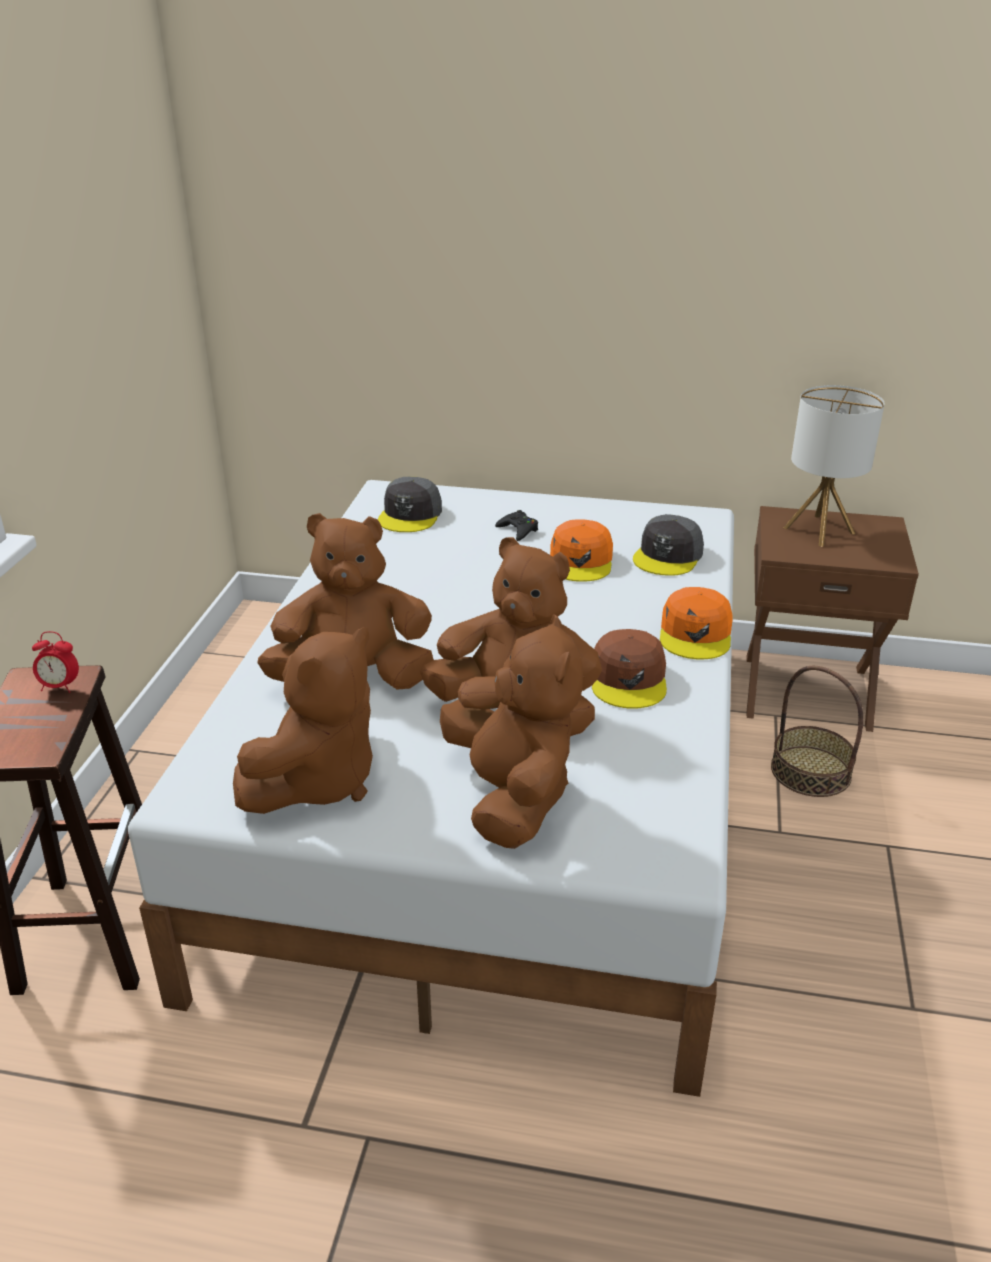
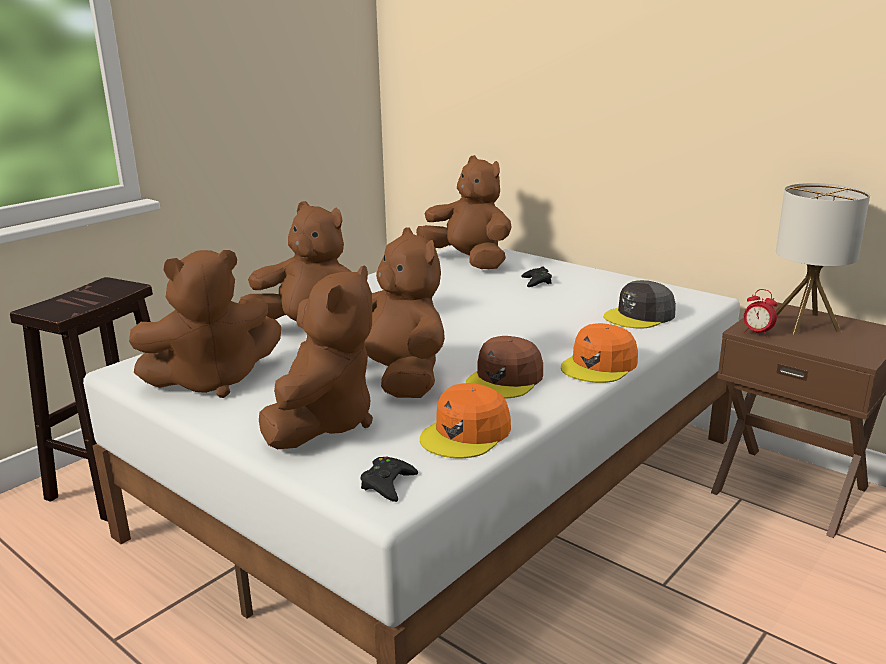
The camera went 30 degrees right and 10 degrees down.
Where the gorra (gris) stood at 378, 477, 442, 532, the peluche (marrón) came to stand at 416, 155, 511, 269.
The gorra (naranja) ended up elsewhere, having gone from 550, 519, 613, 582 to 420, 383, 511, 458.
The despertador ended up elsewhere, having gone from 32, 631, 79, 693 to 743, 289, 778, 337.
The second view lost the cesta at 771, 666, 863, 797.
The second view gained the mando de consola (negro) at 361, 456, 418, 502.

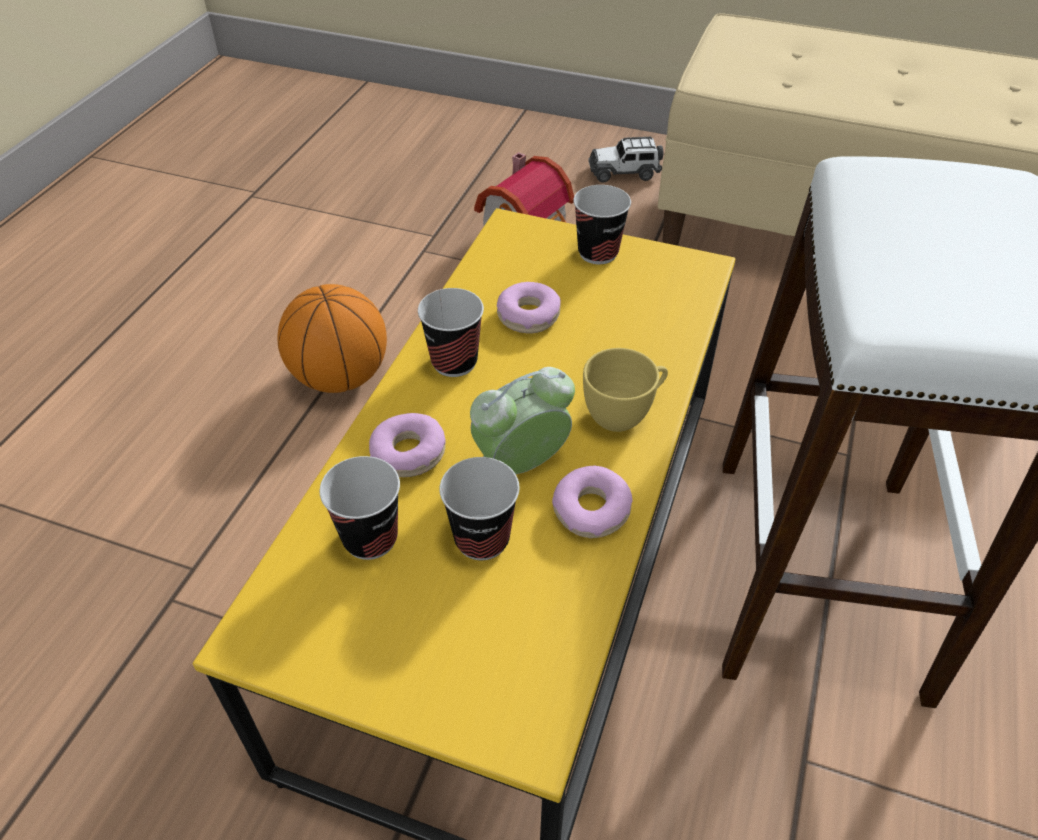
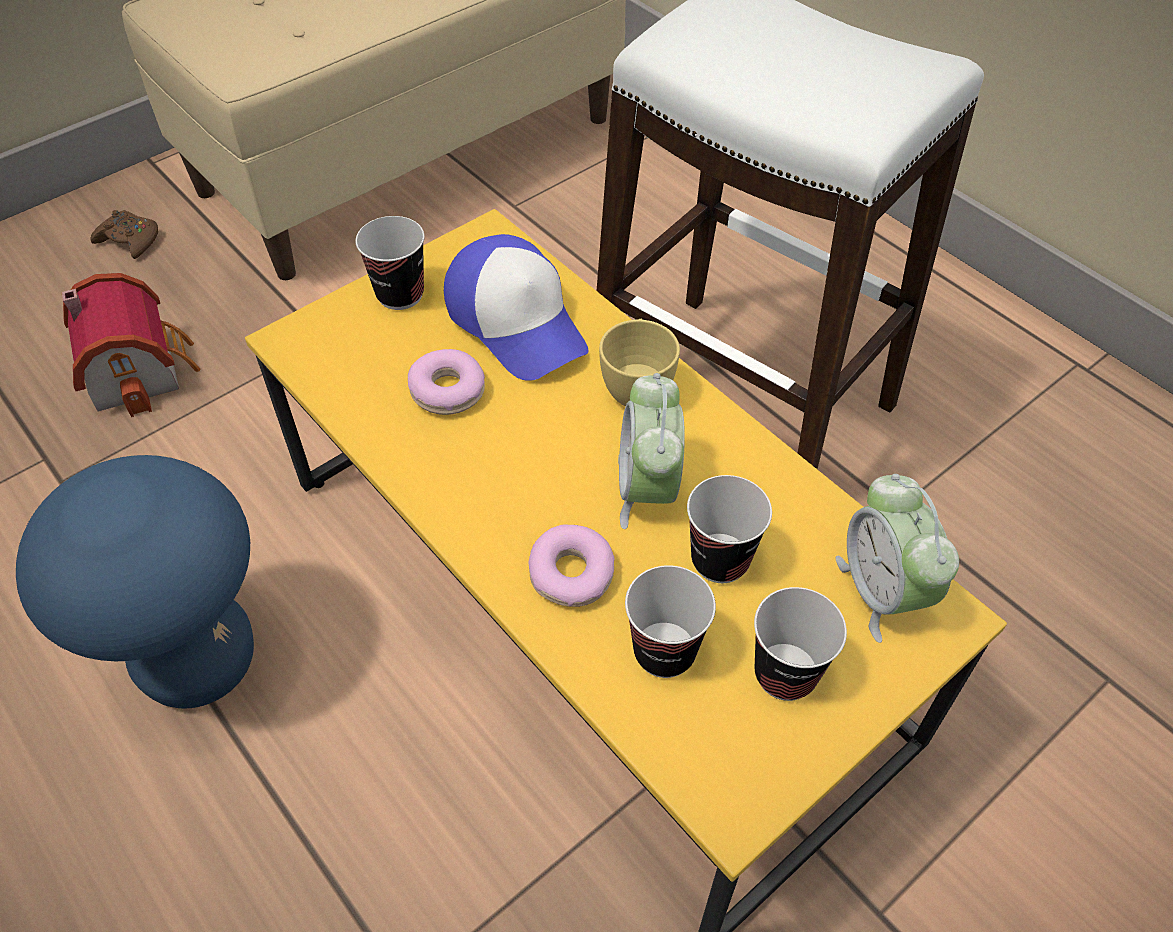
The camera went 60 degrees left and 5 degrees up.
Where the coche de juguete stood at 589, 137, 663, 183, the mando de consola (marrón) came to stand at 90, 210, 158, 259.
Where the balón de baloncesto stood at 277, 284, 387, 393, the taburete (azul) came to stand at 16, 455, 254, 709.
The taza ended up elsewhere, having gone from 418, 288, 484, 377 to 754, 587, 847, 701.
The second view lost the rosquilla at 552, 466, 632, 538.
The second view gained the gorra at 444, 234, 589, 381.
The second view gained the despertador at 836, 474, 959, 643.

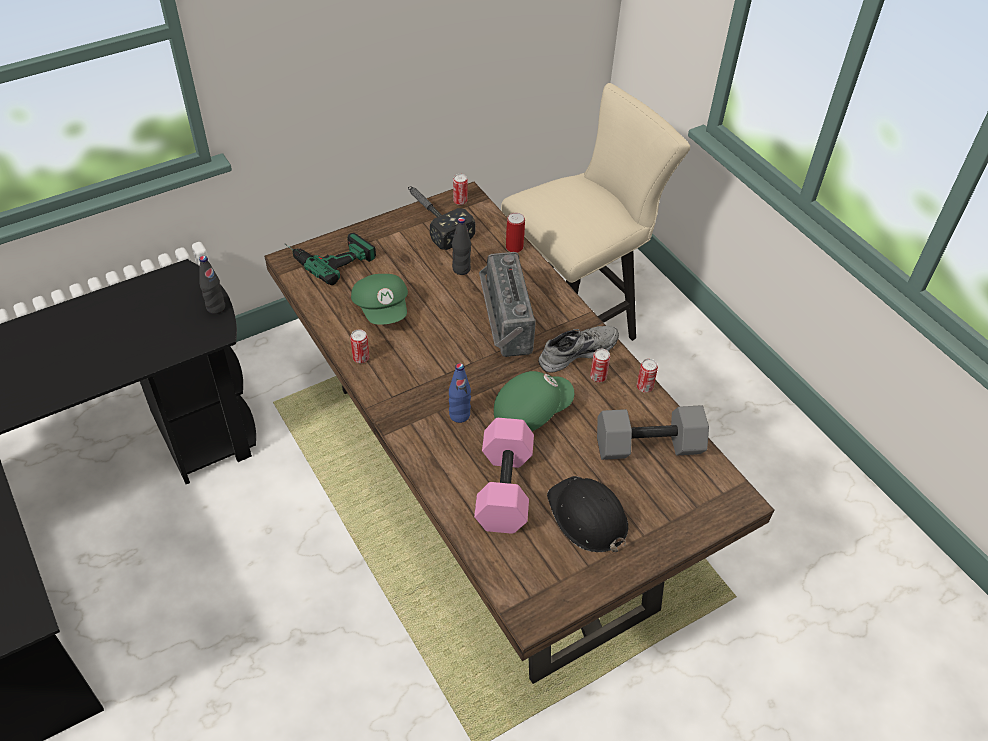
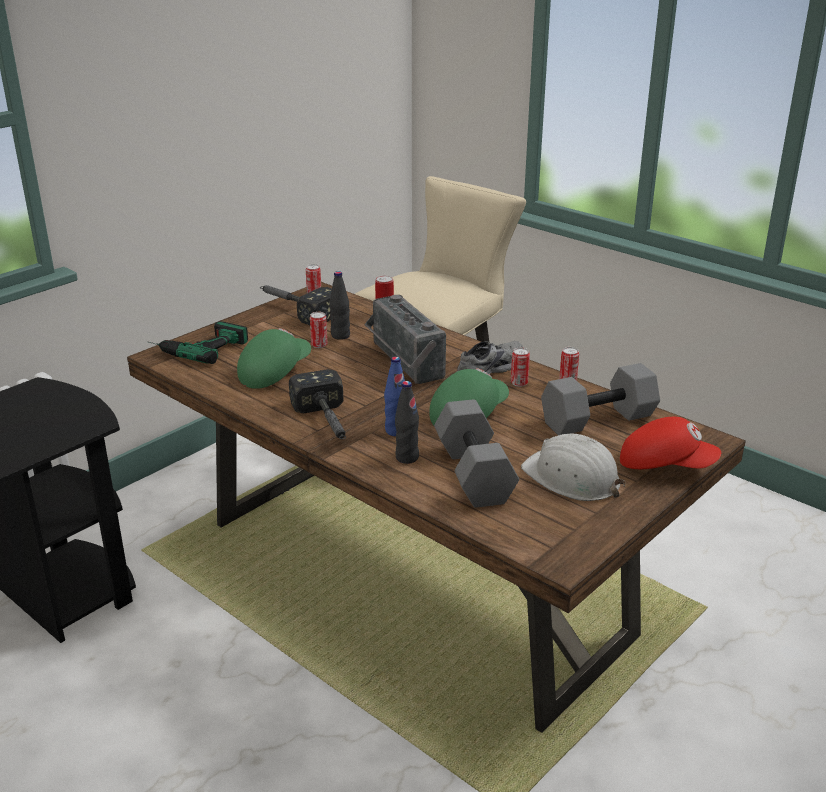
The camera went 15 degrees left and 20 degrees down.
The botella (negro) ended up elsewhere, having gone from 199, 256, 225, 314 to 395, 381, 419, 464.
The gorra (verde) at 351, 274, 408, 325 ended up facing another way, 105 degrees counterclockwise from before.
The lata ended up elsewhere, having gone from 350, 329, 369, 363 to 310, 312, 327, 348.
What was the mancuerna (rosa) at 474, 418, 534, 534 turned into the mancuerna (gris) at 434, 399, 519, 508.
What was the casco (negro) at 547, 476, 628, 552 turned into the casco (blanco) at 521, 434, 626, 501.
The second view gained the martillo at 289, 369, 346, 439.
The second view gained the gorra (rojo) at 620, 417, 721, 469.

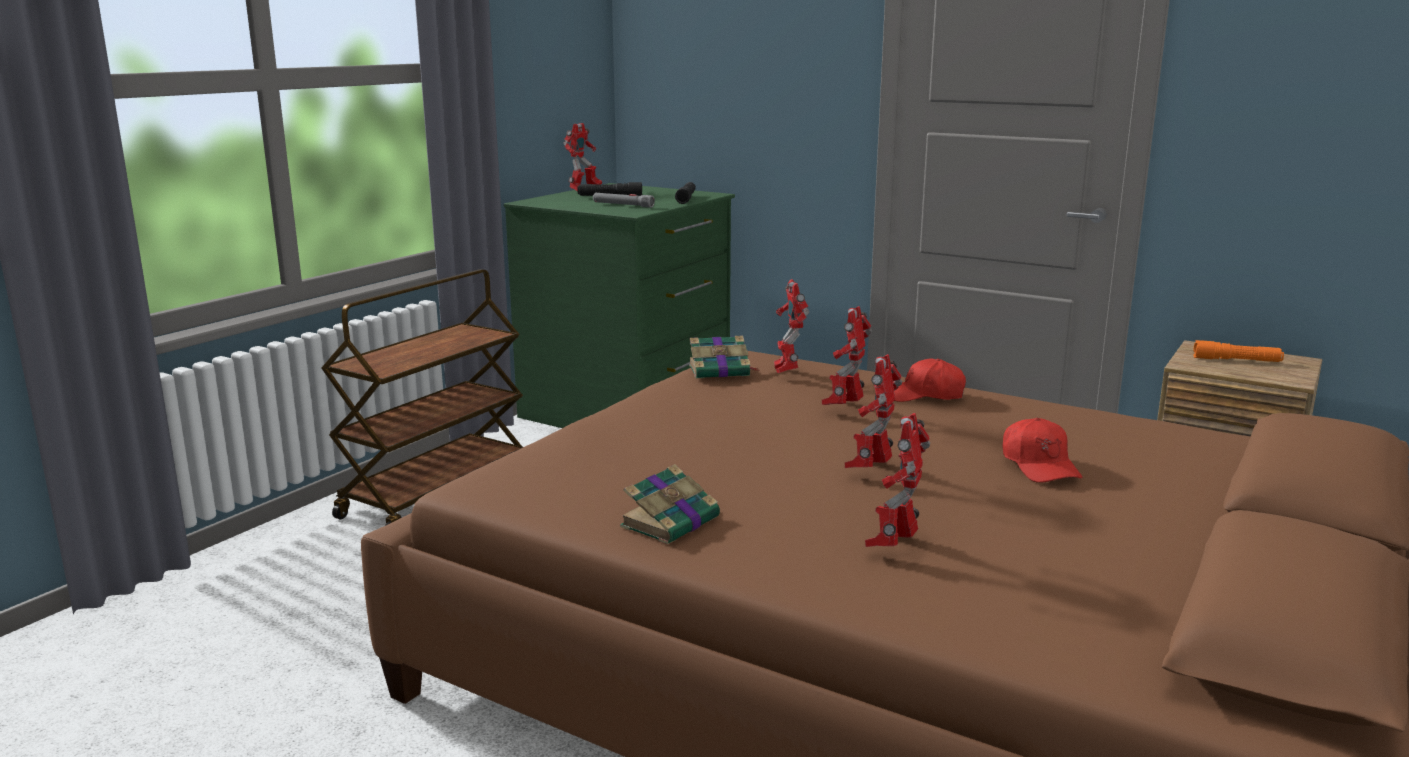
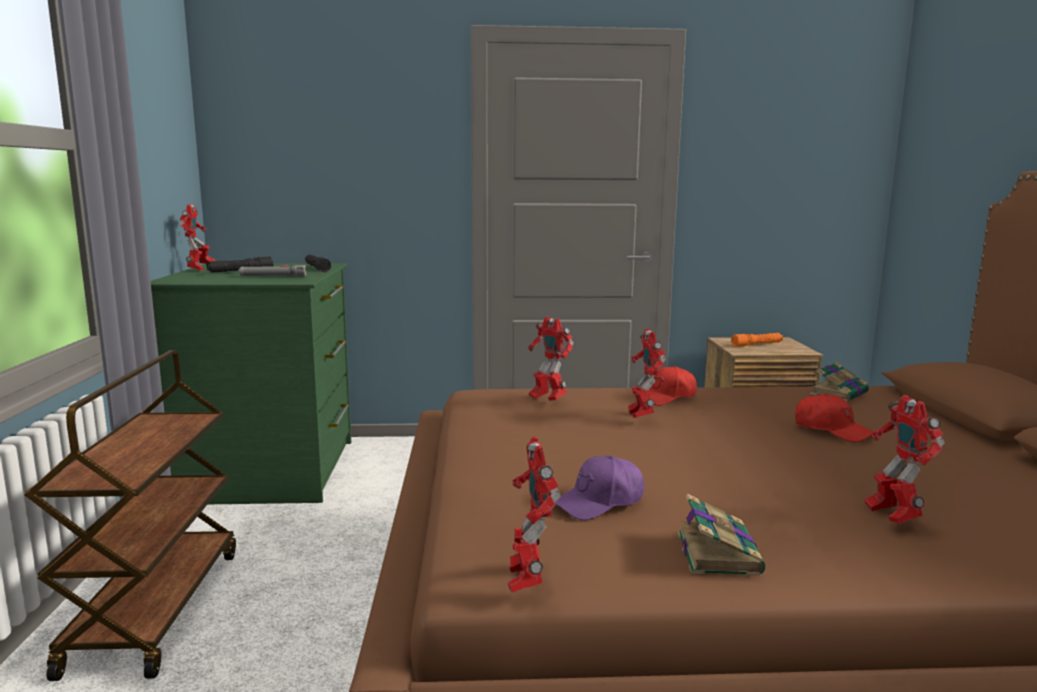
The camera went 35 degrees left and 5 degrees down.
The libro ended up elsewhere, having gone from 689, 336, 759, 378 to 810, 362, 869, 402.
The robot de juguete ended up elsewhere, having gone from 845, 354, 902, 468 to 508, 436, 561, 593.
The second view gained the gorra (morado) at 554, 455, 644, 520.

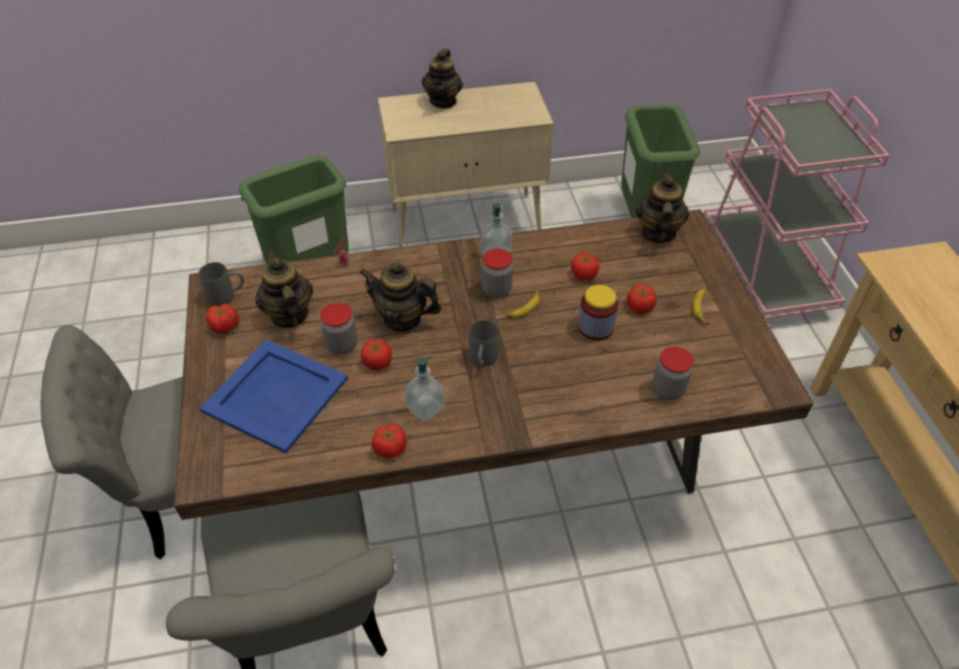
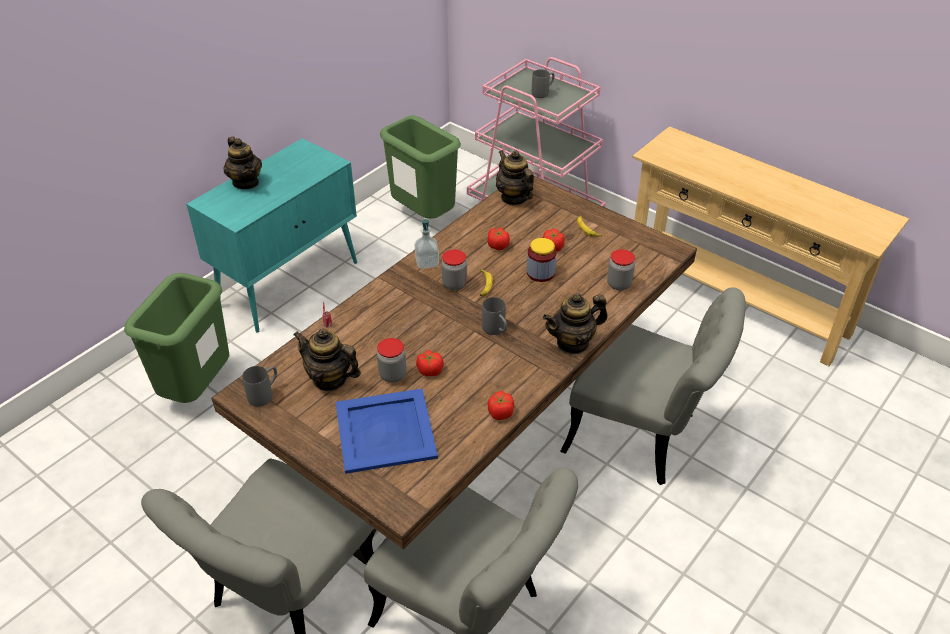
The camera went 40 degrees left and 5 degrees down.
What was the armario (beis) at 378, 82, 554, 247 turned into the armario (turquesa) at 186, 138, 357, 333.
The tetera ended up elsewhere, having gone from 359, 262, 442, 333 to 543, 293, 608, 354.
The second view lost the tomate at 206, 304, 239, 334.
The second view lost the dispensador de jabón at 405, 356, 445, 422.
The second view gained the taza grande (gris) at 532, 69, 554, 98.
The second view gained the silla (gris) at 560, 287, 746, 485.

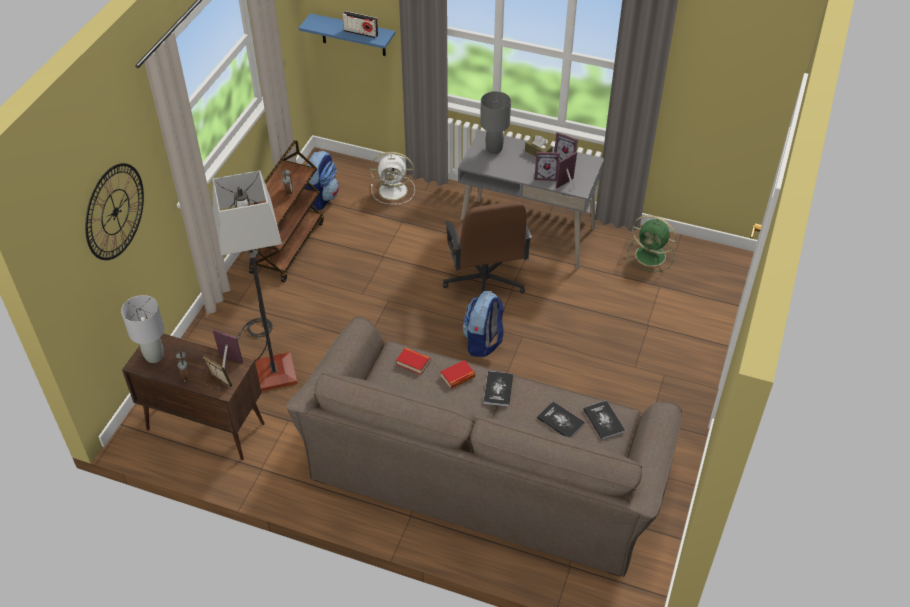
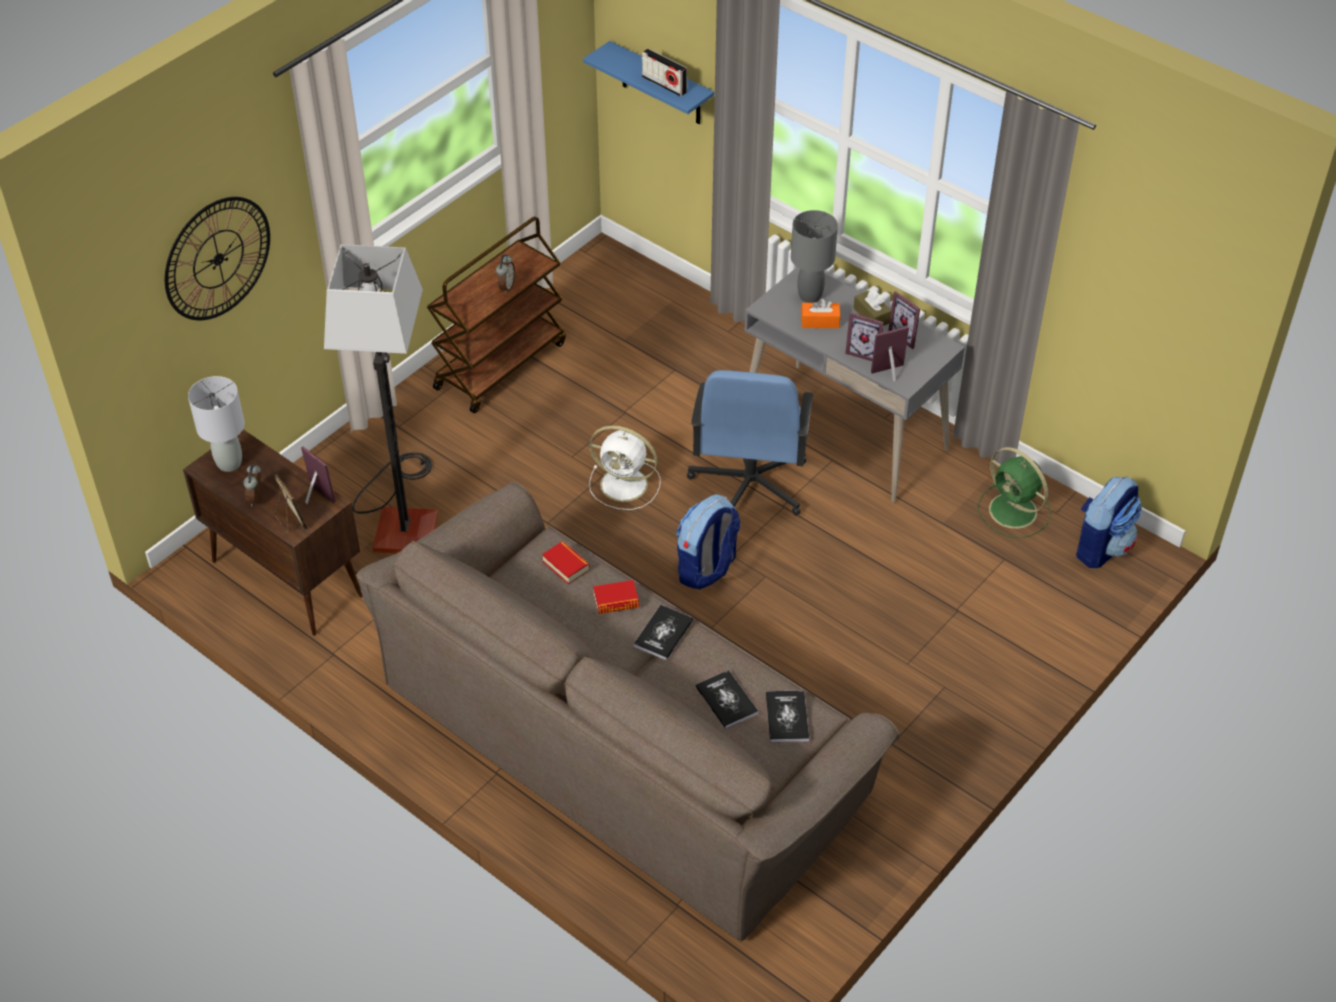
The camera went 20 degrees right and 0 degrees up.
The mochila ended up elsewhere, having gone from 305, 150, 339, 210 to 1076, 476, 1142, 568.
The ventilador (blanco) ended up elsewhere, having gone from 370, 152, 415, 205 to 589, 425, 661, 510.
What was the silla de oficina (marrón) at 443, 201, 532, 294 turned into the silla de oficina (azul) at 687, 370, 813, 516.
The second view gained the caja de pañuelos (naranja) at 801, 298, 840, 328.

